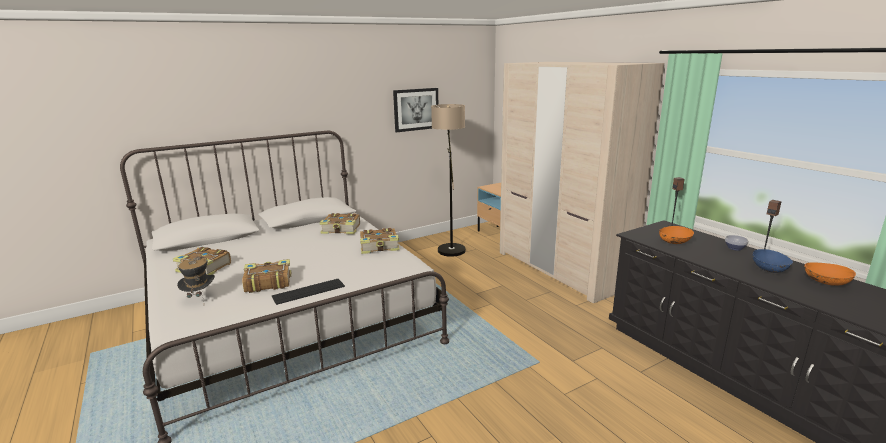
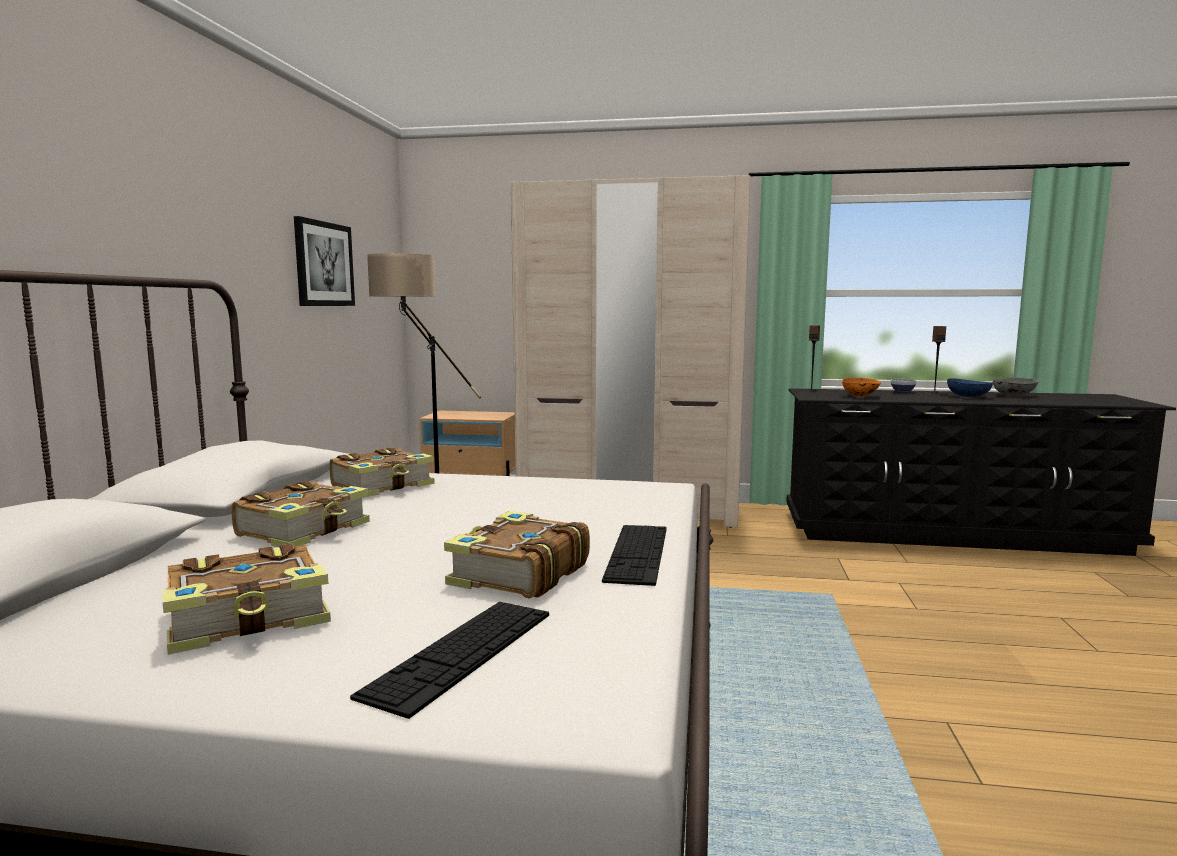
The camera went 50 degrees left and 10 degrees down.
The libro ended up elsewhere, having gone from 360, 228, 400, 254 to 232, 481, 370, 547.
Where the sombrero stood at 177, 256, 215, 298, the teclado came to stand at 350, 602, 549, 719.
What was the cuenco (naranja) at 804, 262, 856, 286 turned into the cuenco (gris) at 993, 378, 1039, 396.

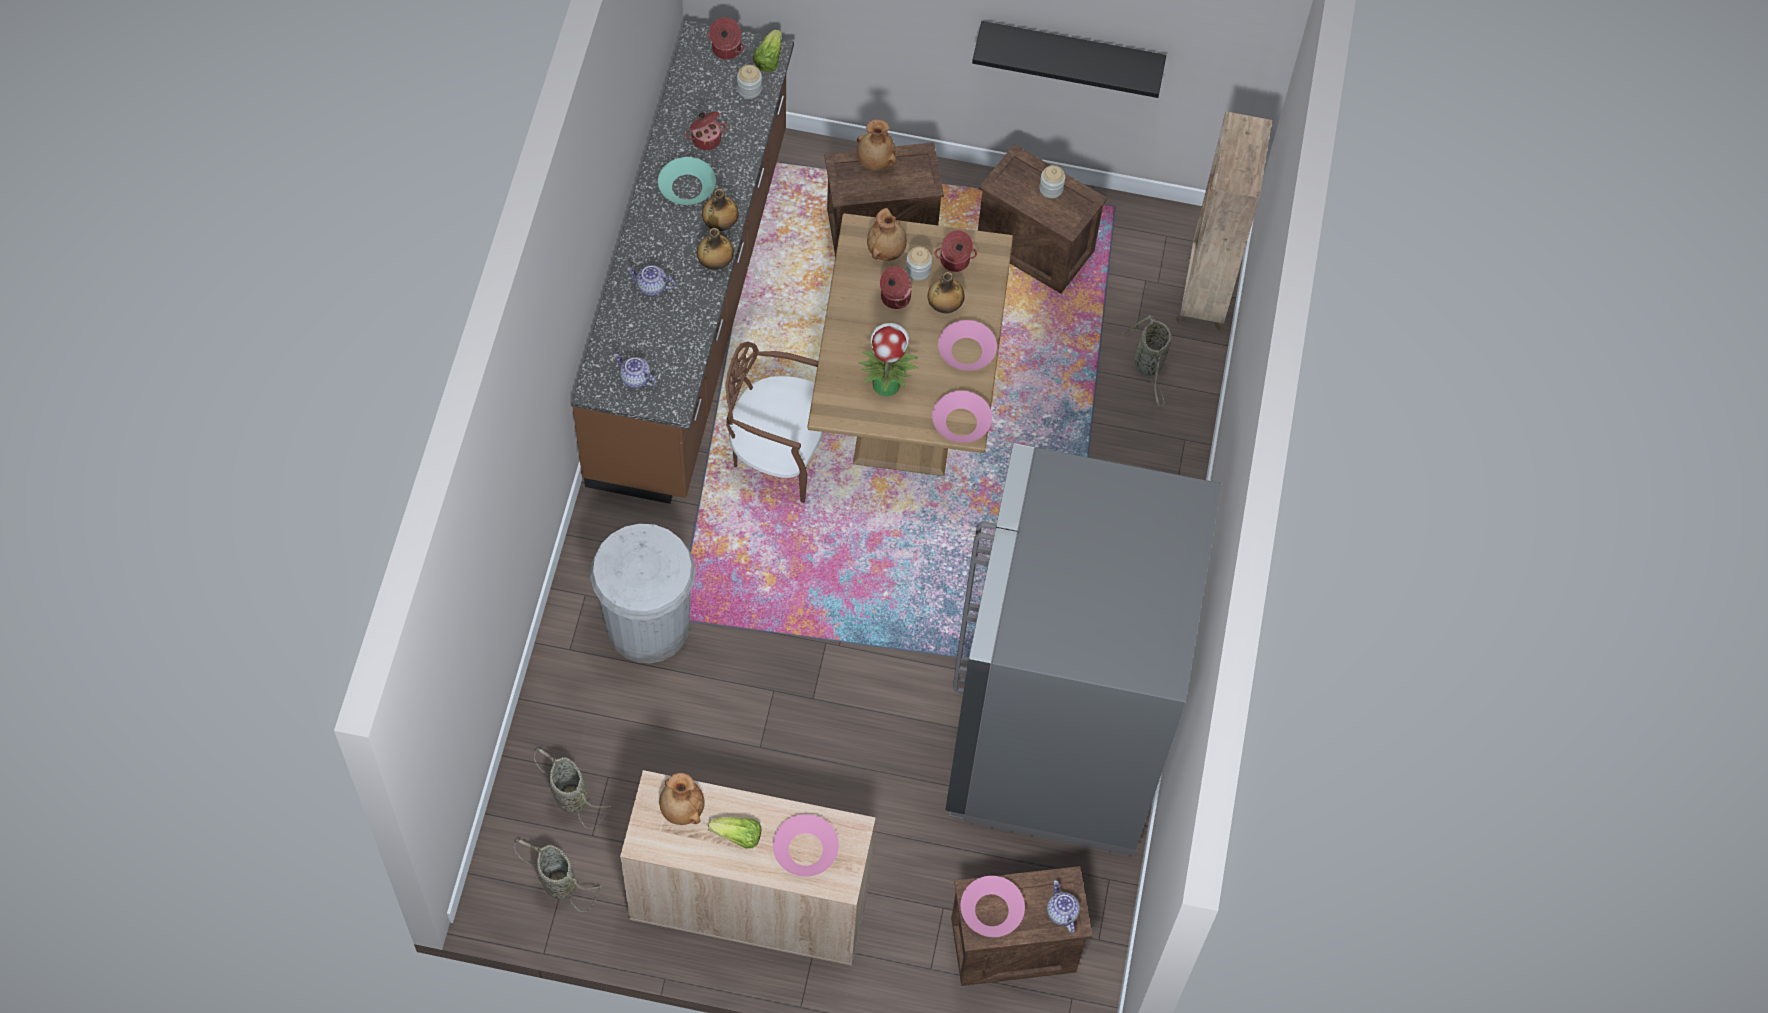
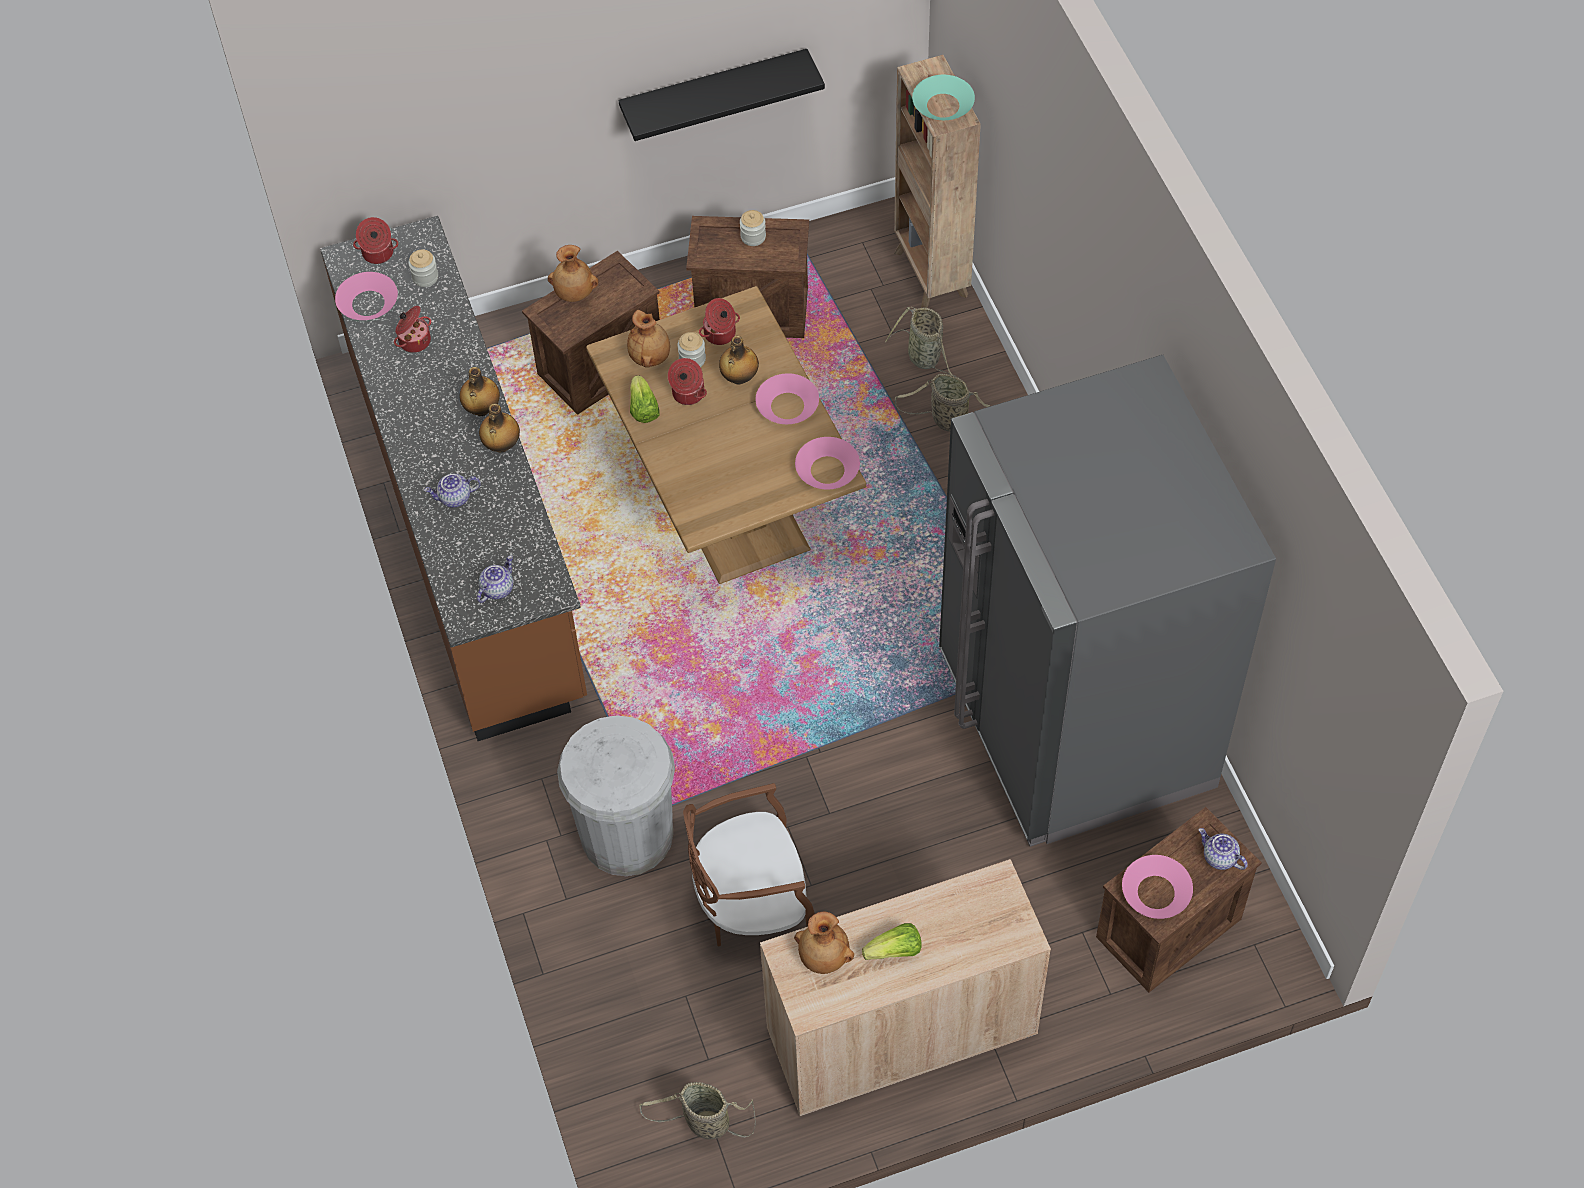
The camera went 25 degrees left and 5 degrees down.
The lechuga ended up elsewhere, having gone from 753, 30, 781, 72 to 630, 375, 660, 423.
The cuenco (turquesa) ended up elsewhere, having gone from 658, 157, 716, 205 to 912, 75, 975, 120.
The second view lost the planta en maceta at 859, 323, 919, 397.
The silla (marrón) ended up elsewhere, having gone from 725, 342, 823, 503 to 683, 783, 815, 947.
The tetera at 614, 354, 656, 388 ended up facing another way, 120 degrees clockwise from before.
The cesta ended up elsewhere, having gone from 534, 748, 611, 829 to 895, 374, 990, 432.
The cuenco (rosa) ended up elsewhere, having gone from 773, 814, 839, 877 to 335, 272, 398, 320.

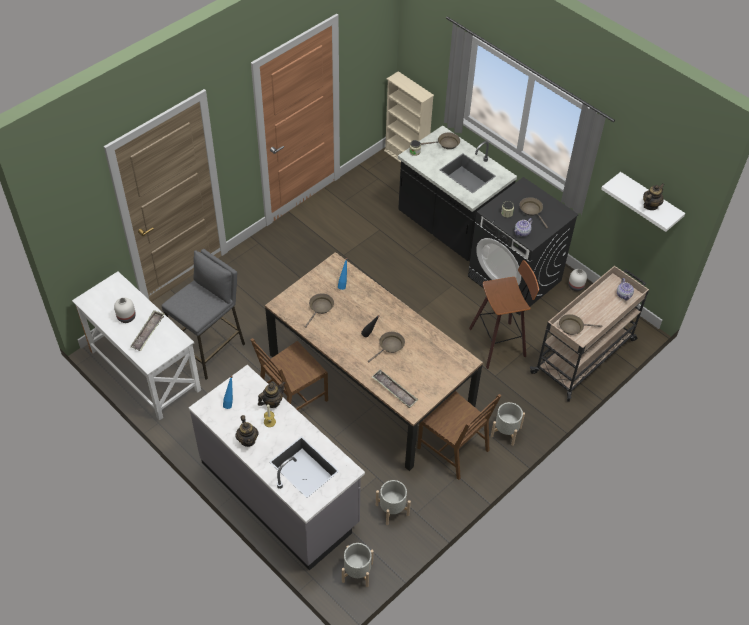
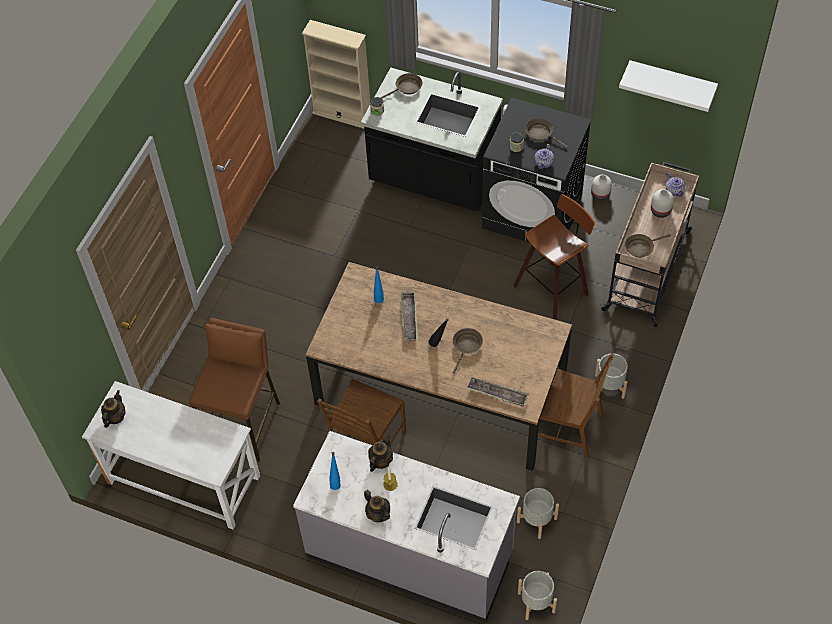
The camera went 20 degrees left and 5 degrees up.
The tetera ended up elsewhere, having gone from 643, 184, 665, 210 to 101, 390, 126, 428.
What was the taburete (gris) at 162, 249, 245, 380 turned into the taburete (marrón) at 189, 318, 280, 462.
The second view lost the sartén (marrón) at 305, 293, 334, 328.
The florero (blanco) ended up elsewhere, having gone from 114, 298, 136, 323 to 651, 189, 674, 218.
The bandeja ended up elsewhere, having gone from 130, 310, 164, 351 to 401, 291, 418, 341.

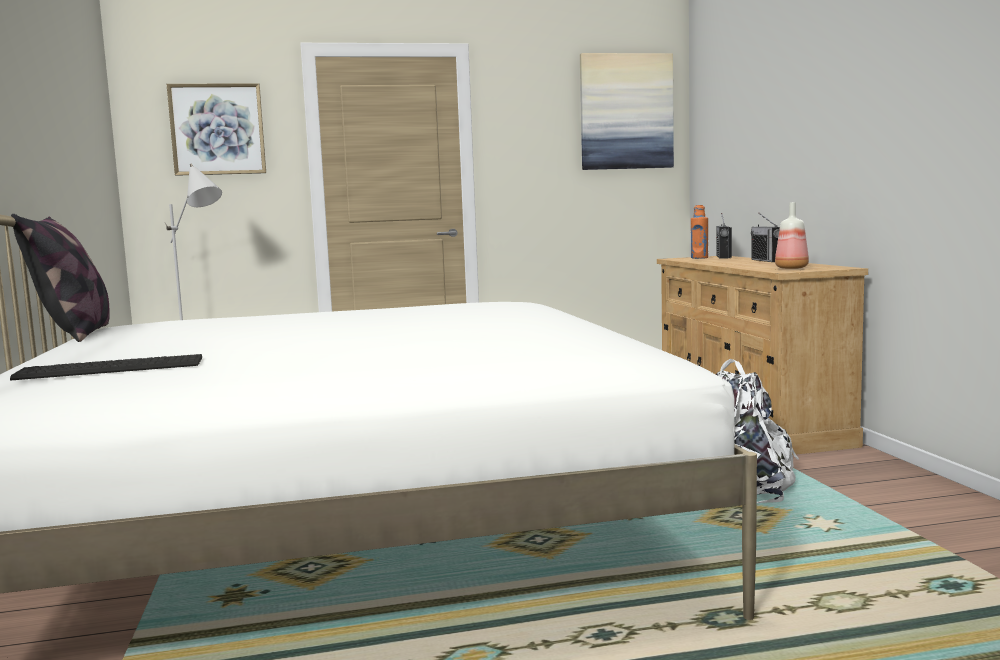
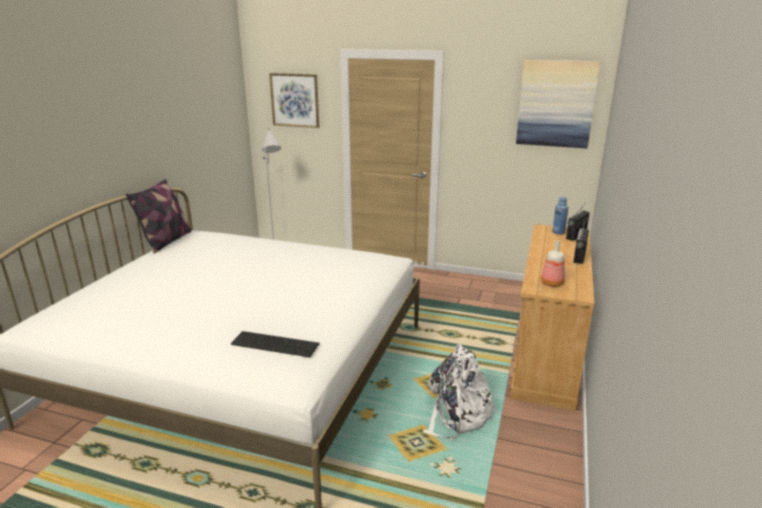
The camera went 30 degrees right and 15 degrees up.
What was the botella (naranja) at 691, 205, 708, 259 turned into the botella (azul) at 552, 196, 568, 235.
The teclado ended up elsewhere, having gone from 10, 354, 202, 381 to 231, 331, 320, 357.

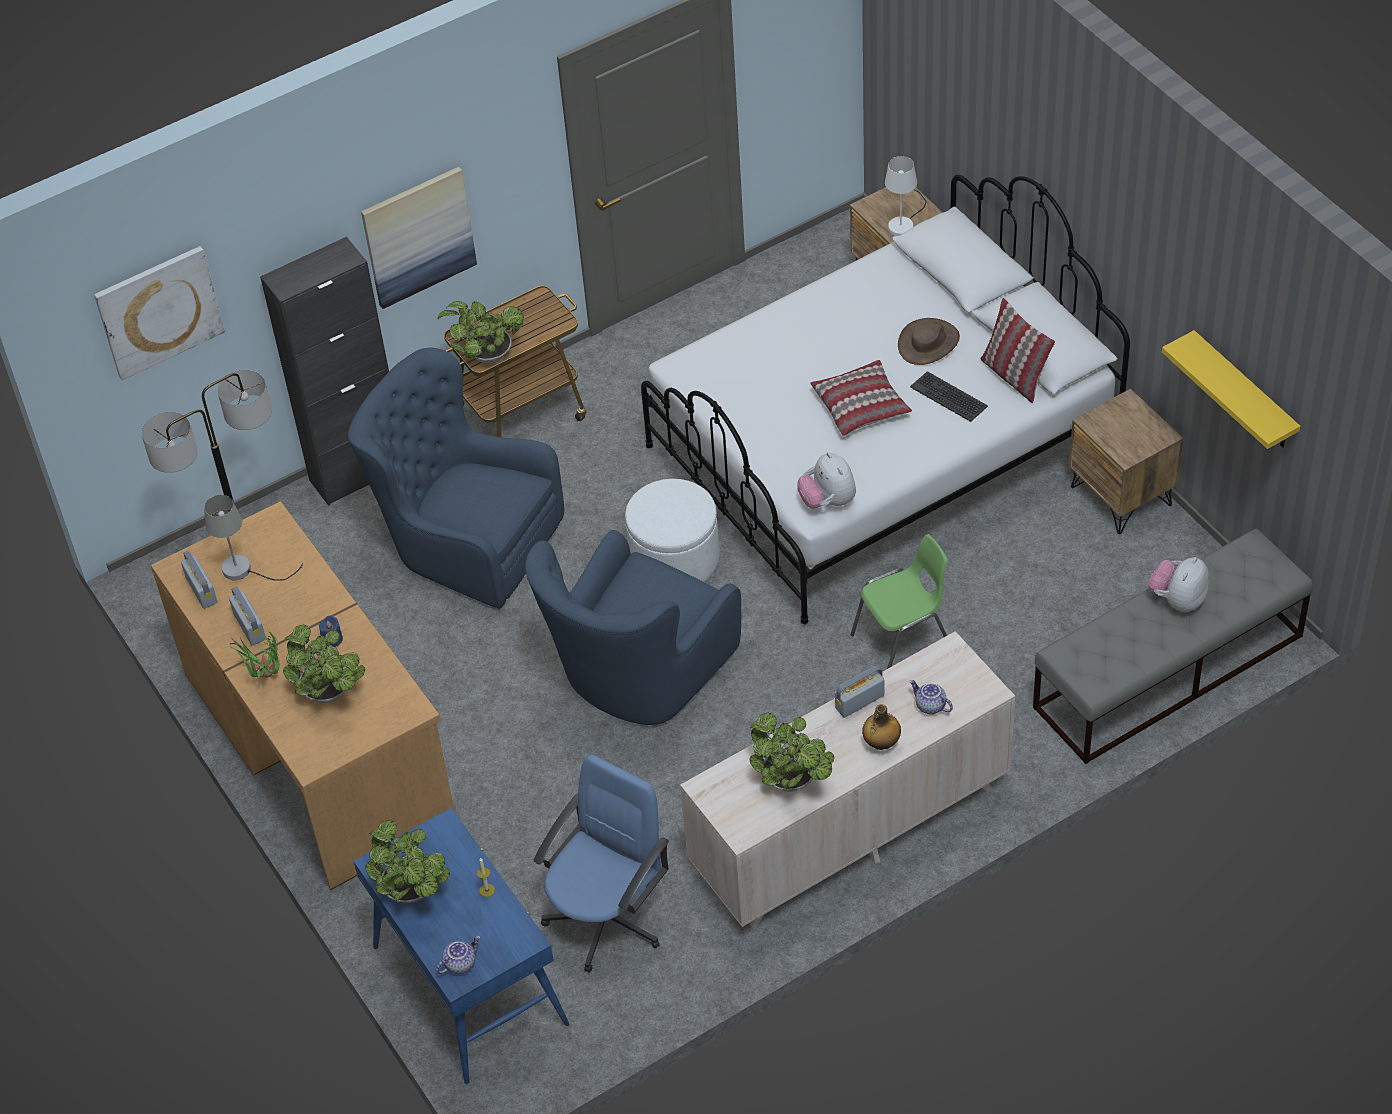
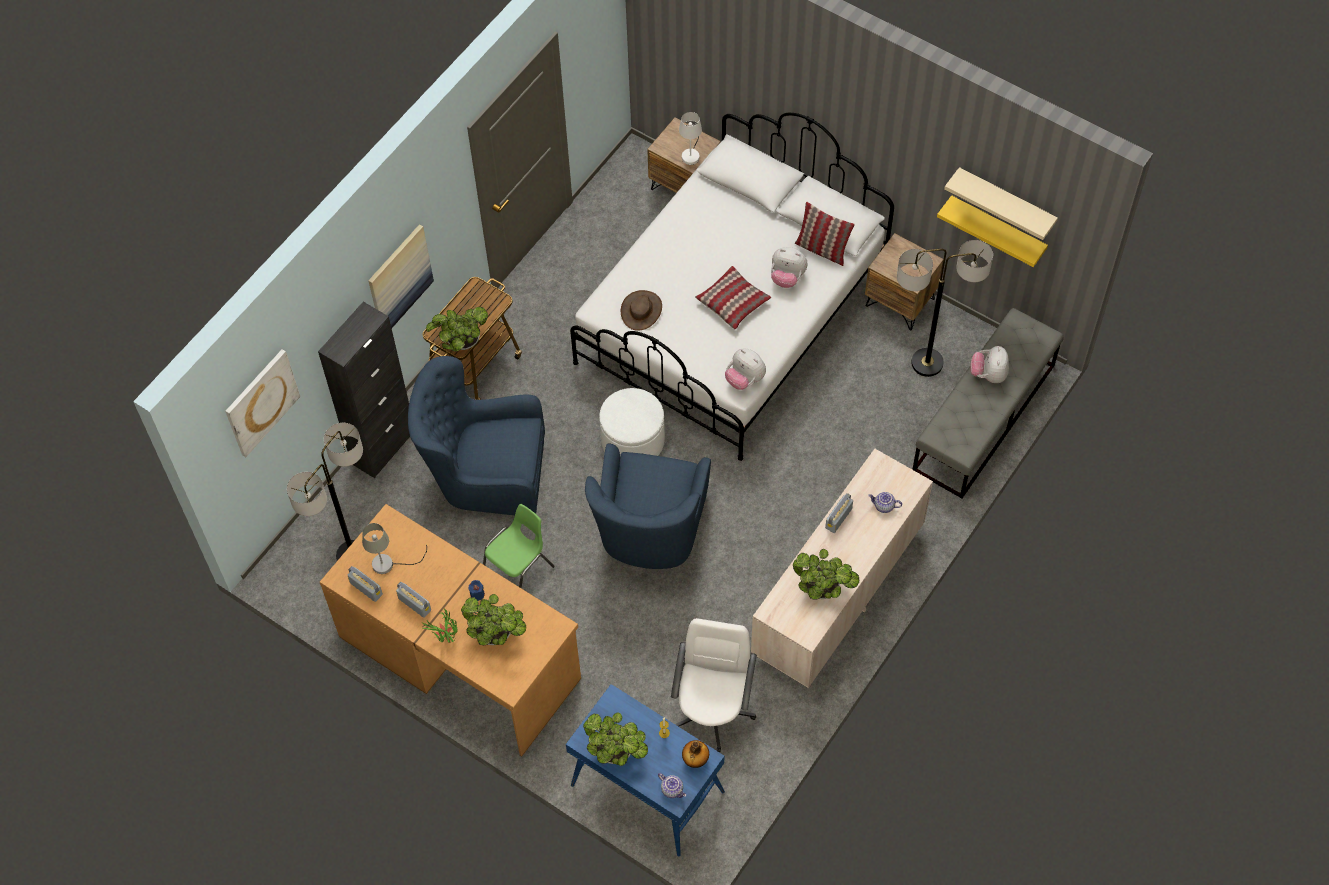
The camera went 25 degrees left and 10 degrees up.
The sombrero (marrón) ended up elsewhere, having gone from 898, 318, 960, 365 to 621, 290, 662, 331.
Where the teclado stood at 910, 371, 988, 422, the peluche came to stand at 771, 247, 808, 288.
The silla (verde) ended up elsewhere, having gone from 851, 534, 948, 669 to 483, 504, 555, 588.
The botella ended up elsewhere, having gone from 862, 704, 901, 750 to 682, 740, 709, 768.
What was the silla de oficina (azul) at 533, 754, 669, 973 turned into the silla de oficina (blanco) at 671, 618, 757, 752.
The tetera at 436, 936, 480, 974 ended up facing another way, 105 degrees clockwise from before.
The second view gained the estante (beis) at 944, 167, 1058, 240.
The second view gained the lámpara de pie at 897, 240, 993, 377.

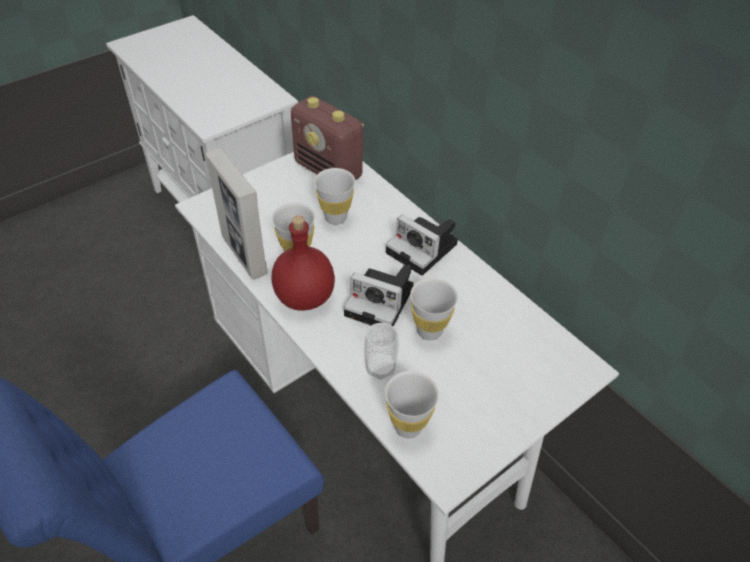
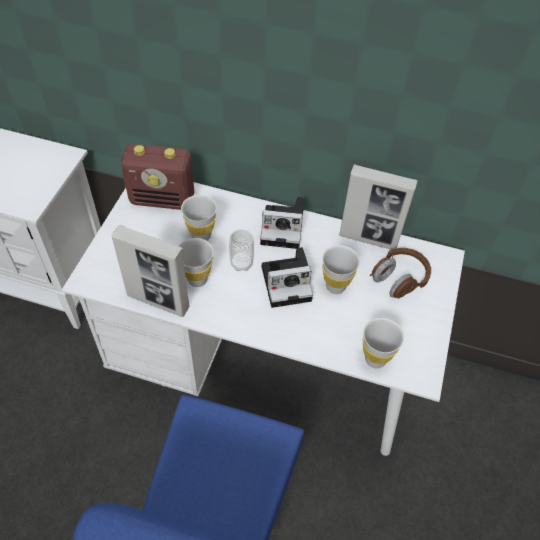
The camera went 35 degrees left and 5 degrees up.
The second view lost the botella (rojo) at 271, 216, 335, 311.
The taza ended up elsewhere, having gone from 364, 323, 399, 379 to 229, 229, 254, 271.
The second view gained the portarretratos at 339, 164, 418, 250.
The second view gained the auriculares (marrón) at 370, 248, 431, 298.

